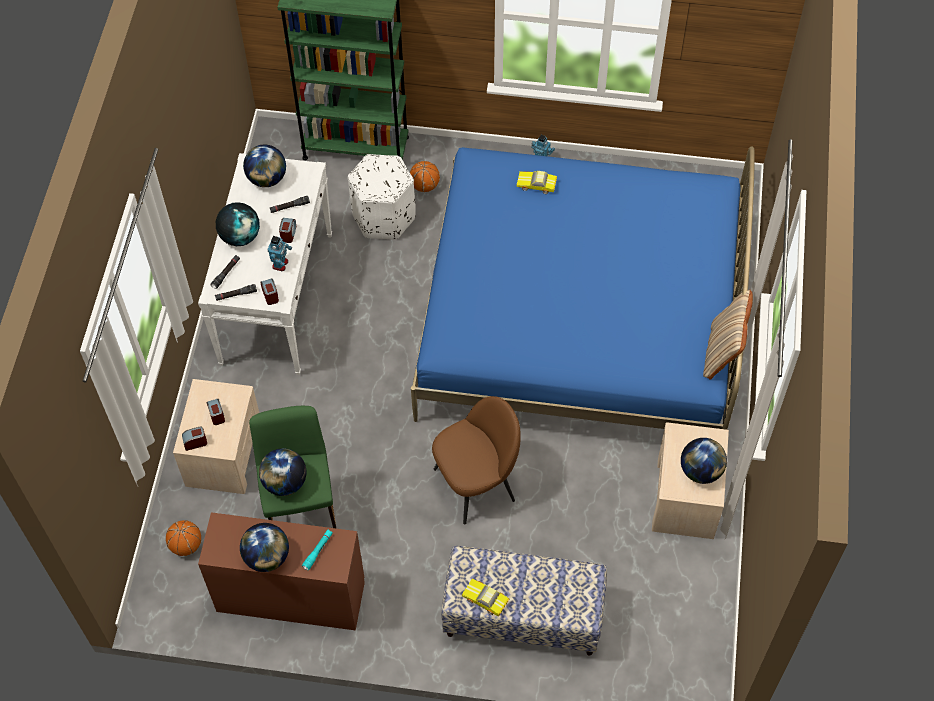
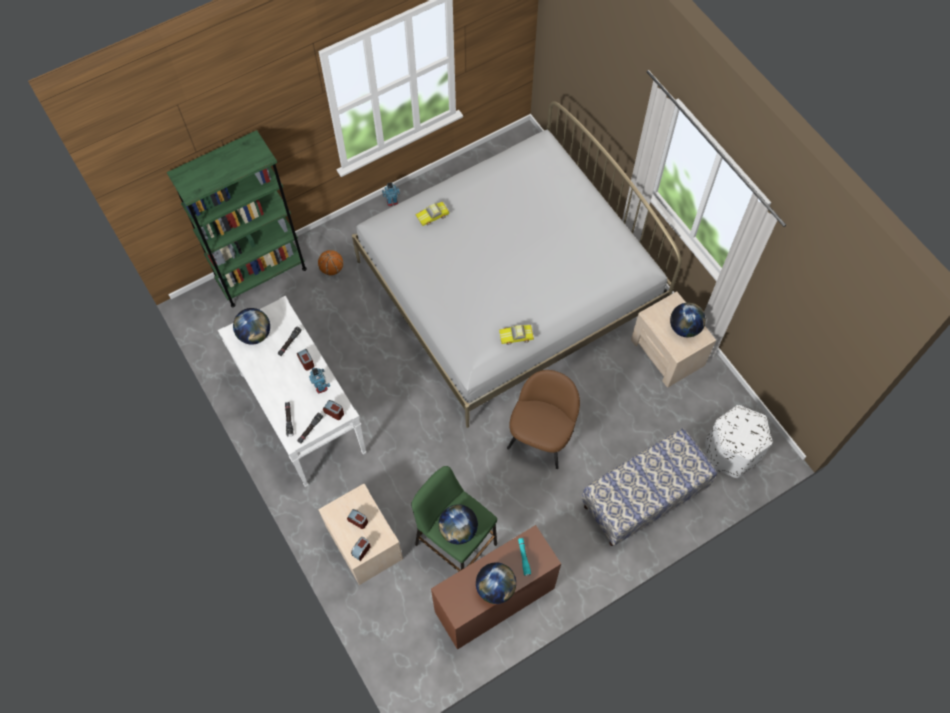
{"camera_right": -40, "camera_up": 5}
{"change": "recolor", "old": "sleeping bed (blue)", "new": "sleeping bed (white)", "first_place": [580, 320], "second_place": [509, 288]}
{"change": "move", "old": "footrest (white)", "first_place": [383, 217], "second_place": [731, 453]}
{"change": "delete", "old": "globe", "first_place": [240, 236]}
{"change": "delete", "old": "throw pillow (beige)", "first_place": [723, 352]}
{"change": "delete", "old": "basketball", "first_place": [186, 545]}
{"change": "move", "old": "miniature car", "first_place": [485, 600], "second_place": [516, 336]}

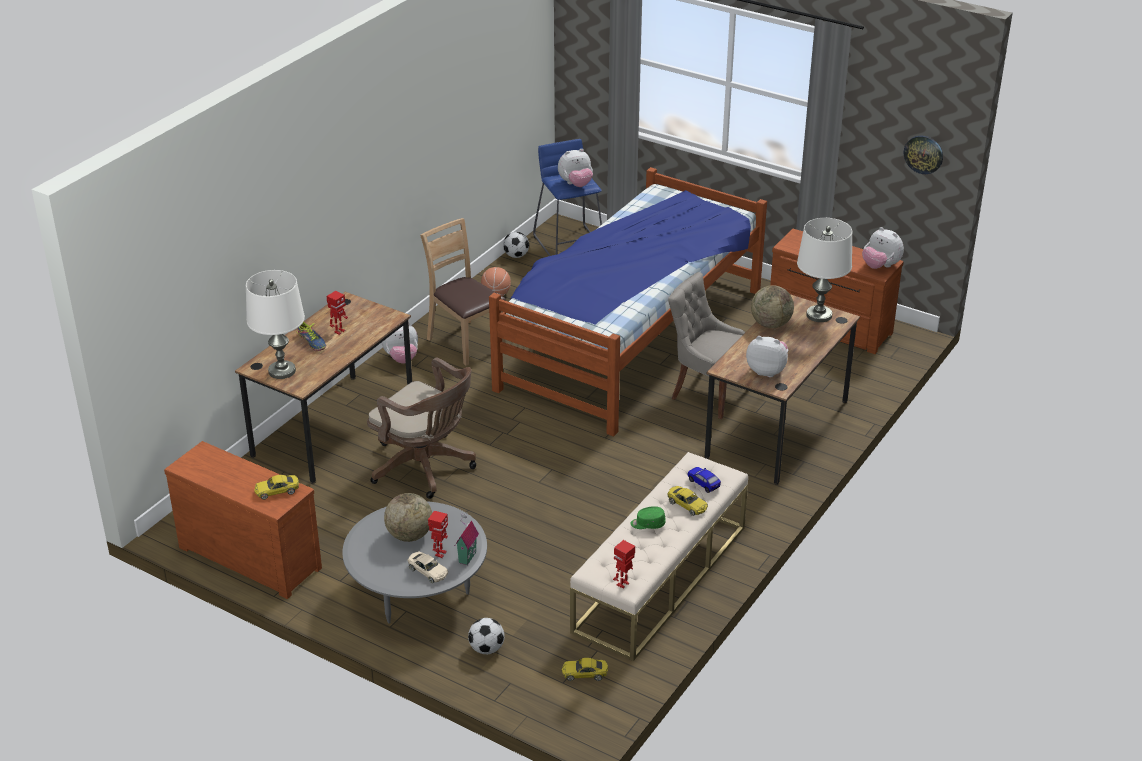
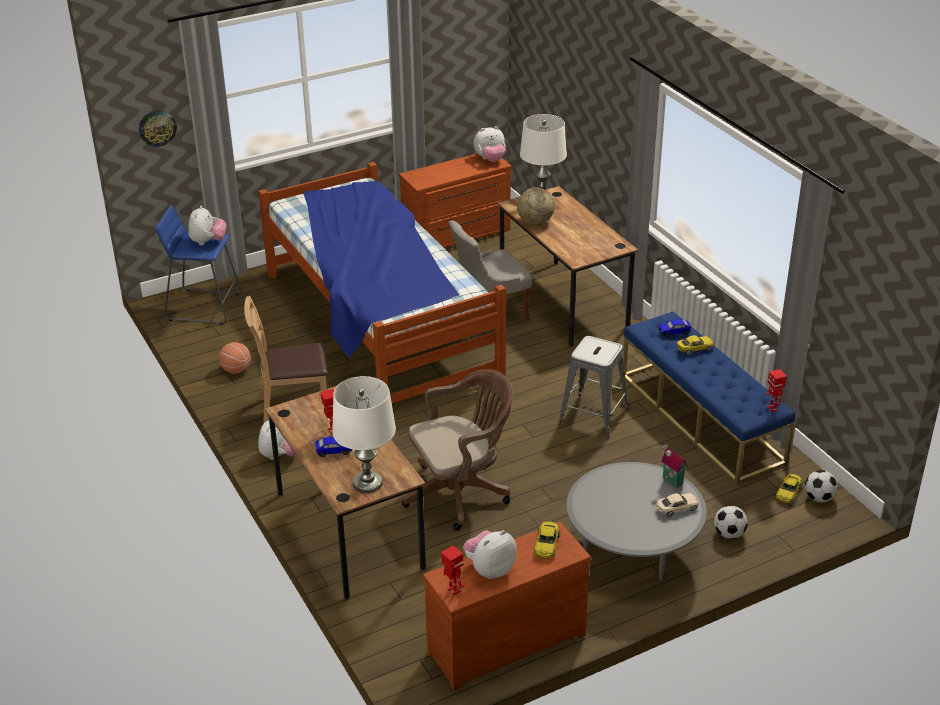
{"camera_right": -60, "camera_up": 0}
{"change": "move", "old": "hanging clock", "first_place": [923, 154], "second_place": [157, 128]}
{"change": "move", "old": "football", "first_place": [516, 256], "second_place": [819, 498]}
{"change": "replace", "old": "low shoe", "new": "miniature car", "first_place": [312, 341], "second_place": [334, 451]}
{"change": "move", "old": "plush toy", "first_place": [767, 371], "second_place": [490, 569]}
{"change": "recolor", "old": "long seat (beige)", "new": "long seat (blue)", "first_place": [660, 579], "second_place": [701, 418]}
{"change": "delete", "old": "globe", "first_place": [409, 535]}
{"change": "delete", "old": "peaked cap (greenish)", "first_place": [647, 524]}
{"change": "move", "old": "model robot", "first_place": [440, 553], "second_place": [453, 591]}
{"change": "insert", "new": "sitting stool (greyish)", "second_place": [593, 416]}

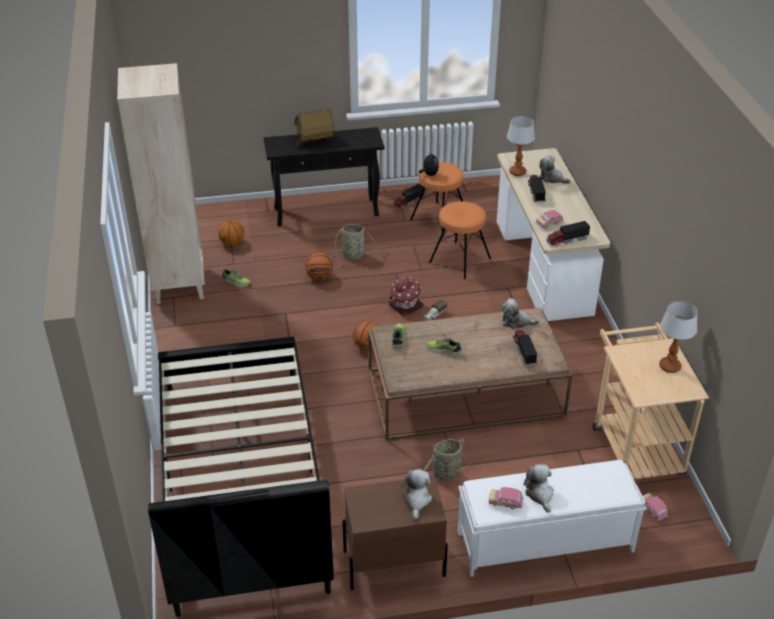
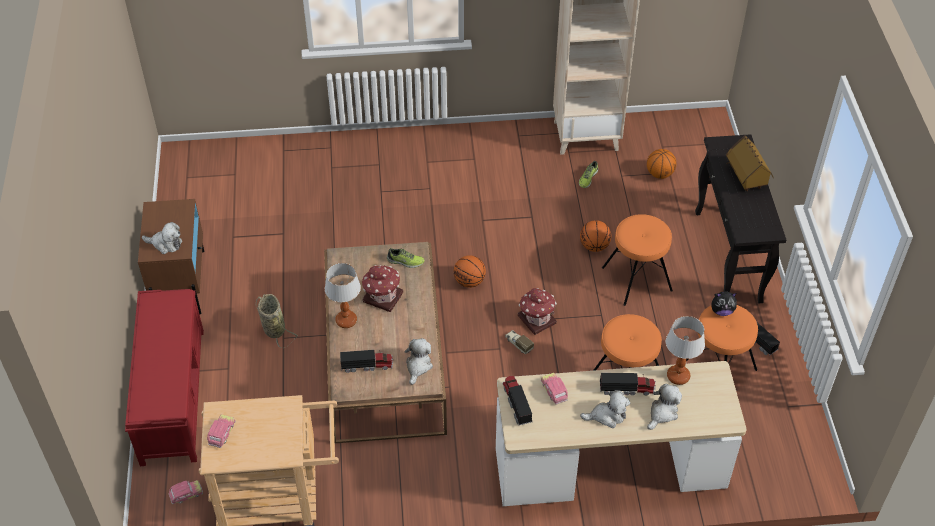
{"camera_right": 95, "camera_up": 10}
{"change": "replace", "old": "household basket", "new": "sitting stool (orangey)", "first_place": [355, 255], "second_place": [636, 279]}
{"change": "move", "old": "table lamp", "first_place": [669, 366], "second_place": [346, 320]}
{"change": "delete", "old": "sleeping bed (black)", "first_place": [241, 482]}
{"change": "replace", "old": "low shoe", "new": "miniature house", "first_place": [444, 349], "second_place": [382, 297]}
{"change": "recolor", "old": "long seat (white)", "new": "long seat (red)", "first_place": [543, 542], "second_place": [173, 394]}
{"change": "move", "old": "plush toy", "first_place": [539, 494], "second_place": [607, 416]}
{"change": "move", "old": "miniature car", "first_place": [505, 502], "second_place": [222, 434]}

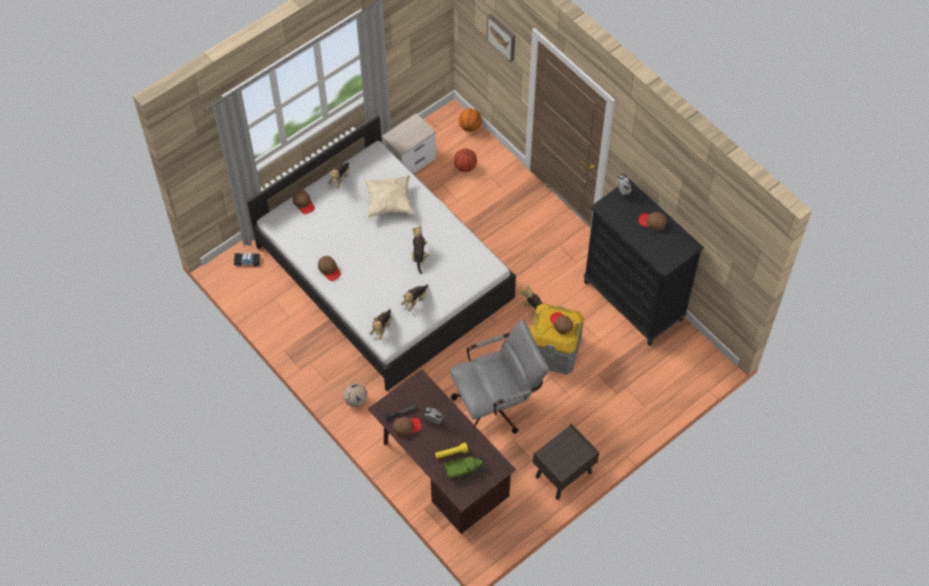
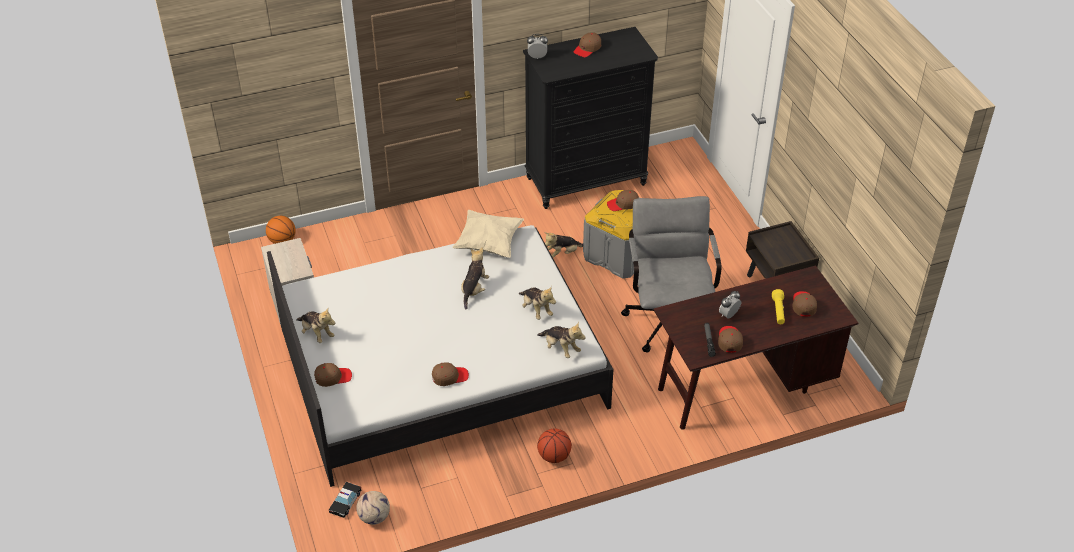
{"camera_right": -70, "camera_up": -15}
{"change": "delete", "old": "wall art", "first_place": [502, 36]}
{"change": "move", "old": "basketball", "first_place": [465, 167], "second_place": [554, 456]}
{"change": "move", "old": "throw pillow (beige)", "first_place": [389, 202], "second_place": [489, 243]}
{"change": "rotate", "old": "plush toy", "first_place": [419, 255], "second_place": [474, 290], "degrees": 90}
{"change": "move", "old": "football", "first_place": [356, 400], "second_place": [374, 517]}
{"change": "replace", "old": "model truck", "new": "peaked cap (brown-coloured)", "first_place": [465, 469], "second_place": [803, 305]}

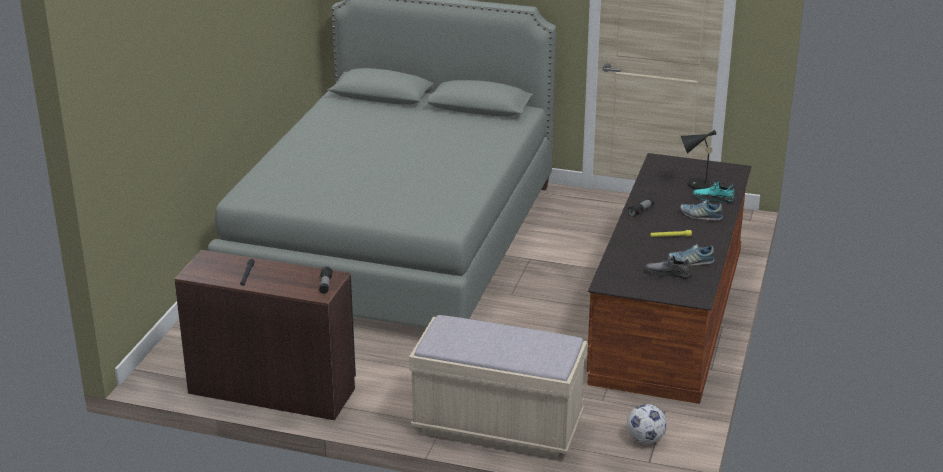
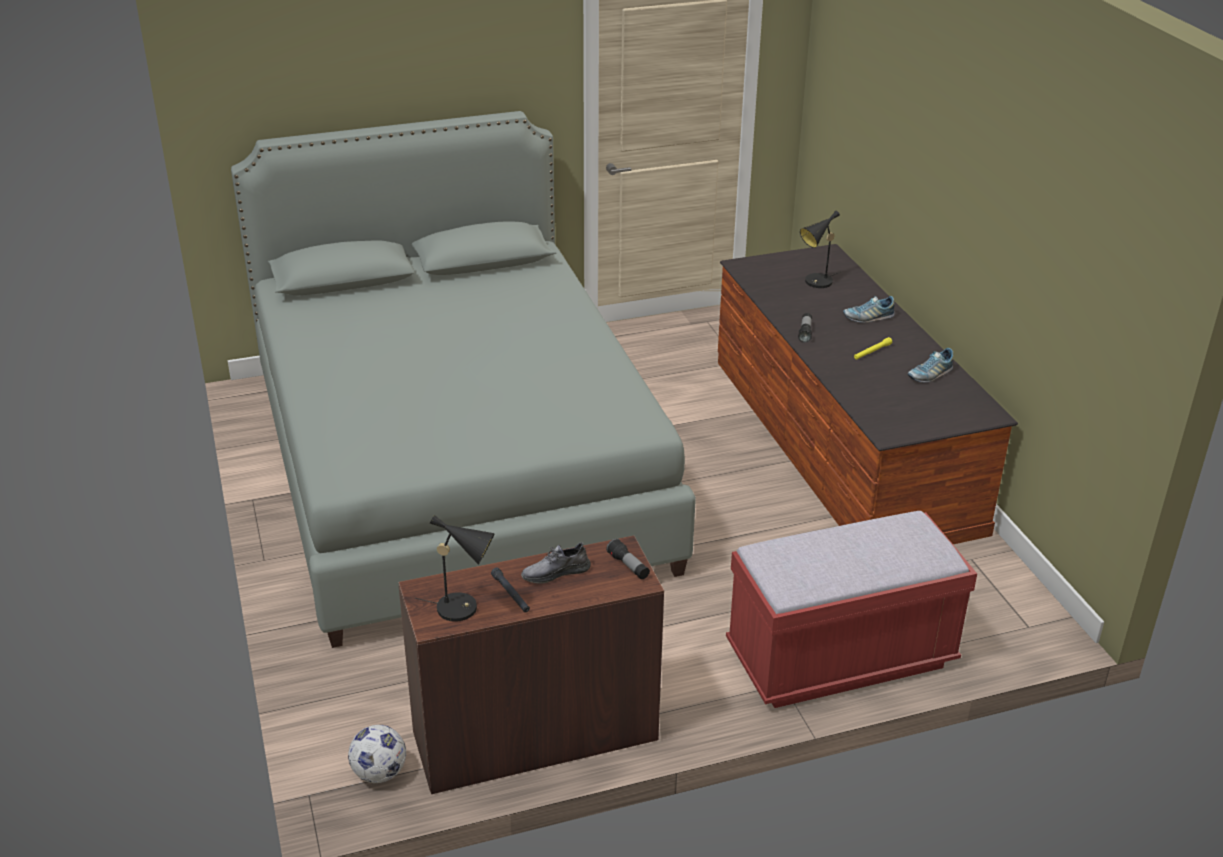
{"camera_right": -35, "camera_up": 5}
{"change": "delete", "old": "low shoe (turquoise)", "first_place": [714, 198]}
{"change": "move", "old": "low shoe (greyish)", "first_place": [668, 273], "second_place": [555, 572]}
{"change": "recolor", "old": "long seat (beige)", "new": "long seat (red)", "first_place": [497, 427], "second_place": [840, 658]}
{"change": "move", "old": "football", "first_place": [645, 439], "second_place": [379, 773]}
{"change": "insert", "new": "table lamp (black)", "second_place": [463, 608]}

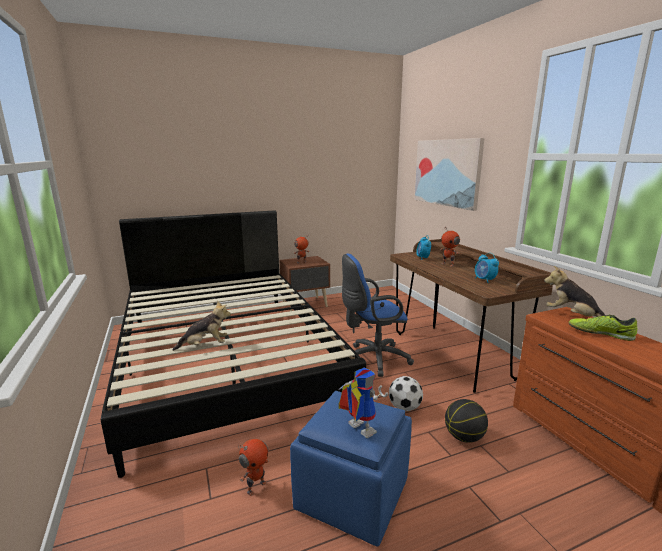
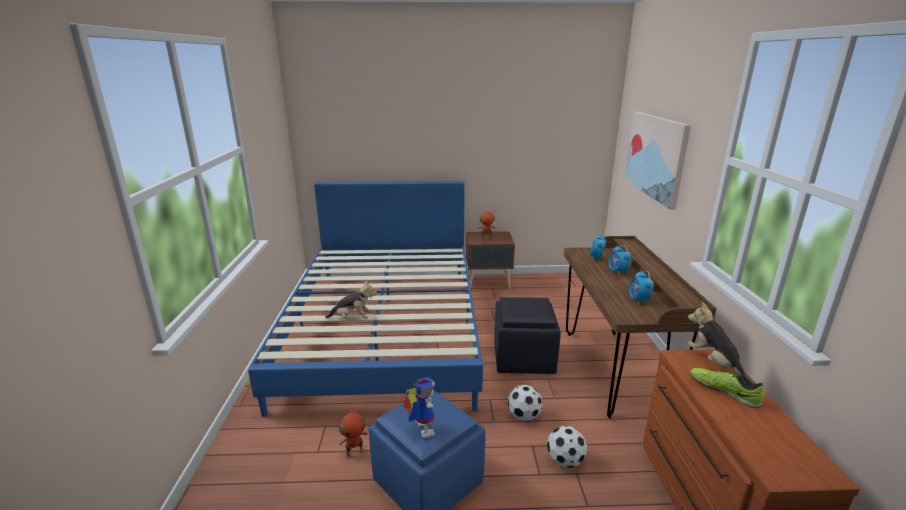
{"camera_right": 20, "camera_up": 5}
{"change": "recolor", "old": "sleeping bed (black)", "new": "sleeping bed (blue)", "first_place": [227, 358], "second_place": [386, 329]}
{"change": "replace", "old": "model robot", "new": "bedside clock", "first_place": [448, 264], "second_place": [617, 272]}
{"change": "replace", "old": "office chair (blue)", "new": "footrest (black)", "first_place": [372, 359], "second_place": [522, 358]}
{"change": "replace", "old": "basketball", "new": "football", "first_place": [463, 437], "second_place": [564, 460]}

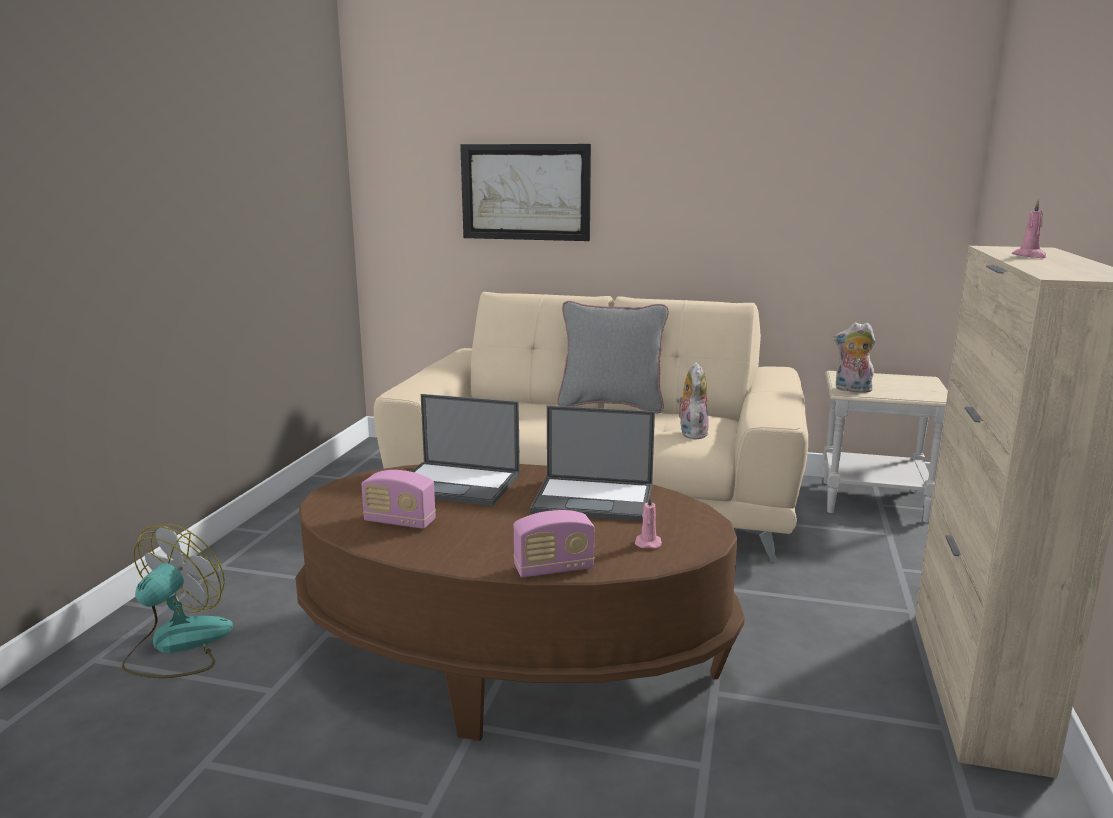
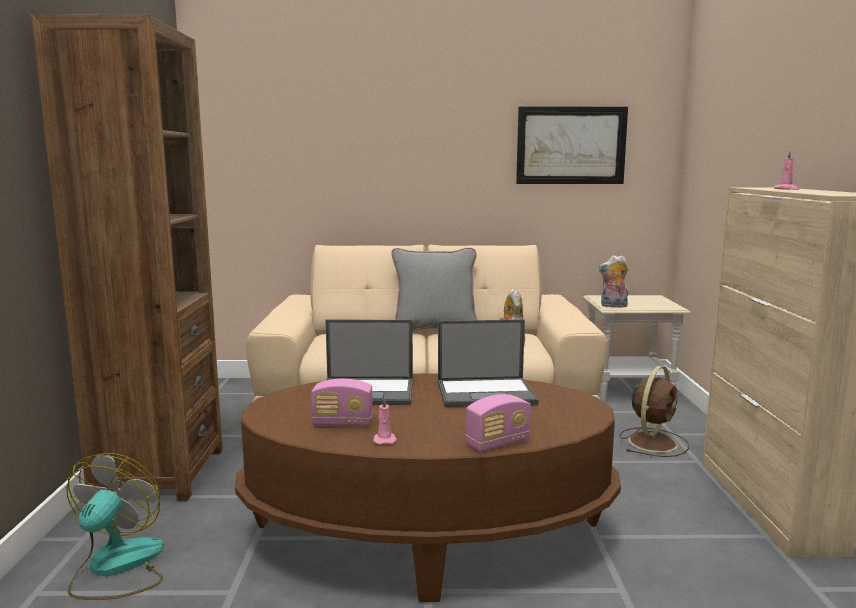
{"camera_right": -15, "camera_up": -5}
{"change": "move", "old": "wall art", "first_place": [525, 192], "second_place": [570, 145]}
{"change": "move", "old": "wax candle (pink)", "first_place": [648, 543], "second_place": [384, 440]}
{"change": "insert", "new": "shelving unit (brown-coloured)", "second_place": [159, 473]}
{"change": "insert", "new": "cooling fan (brown-coloured)", "second_place": [653, 442]}

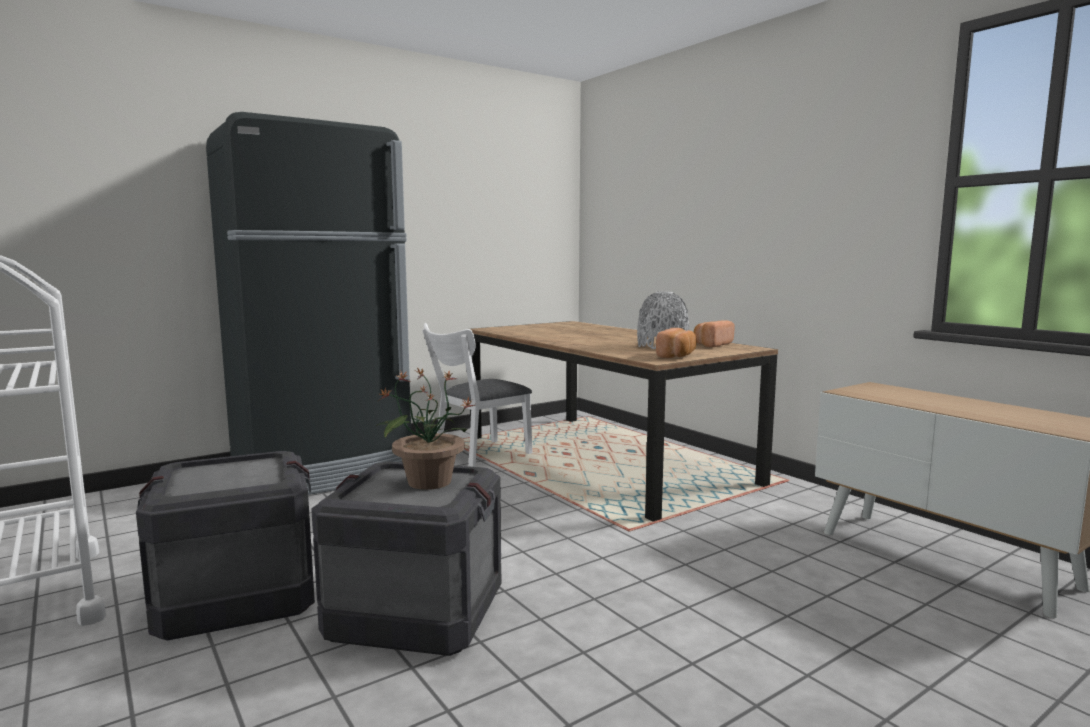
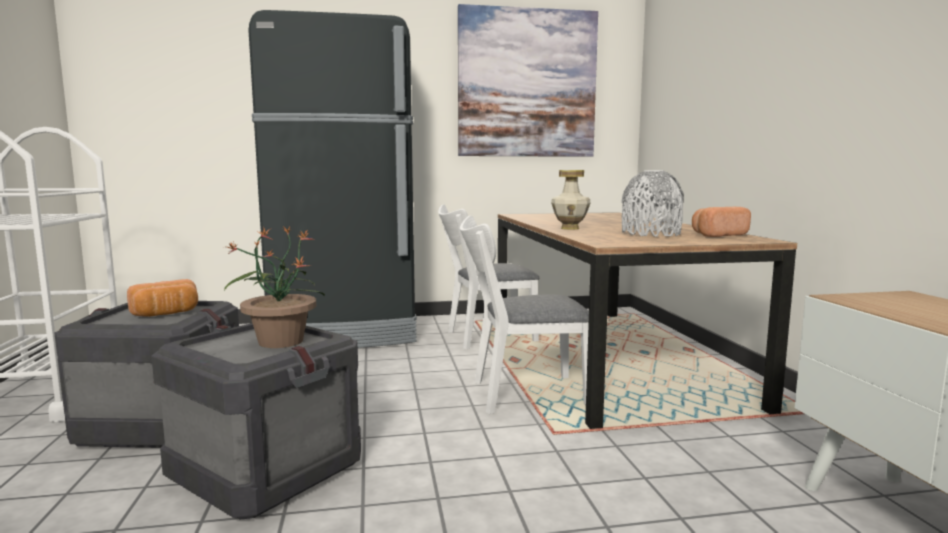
{"camera_right": 25, "camera_up": 0}
{"change": "move", "old": "bread", "first_place": [677, 356], "second_place": [166, 314]}
{"change": "insert", "new": "wall art", "second_place": [527, 84]}
{"change": "insert", "new": "decorative vase", "second_place": [569, 228]}
{"change": "insert", "new": "plain chair (white)", "second_place": [520, 394]}

